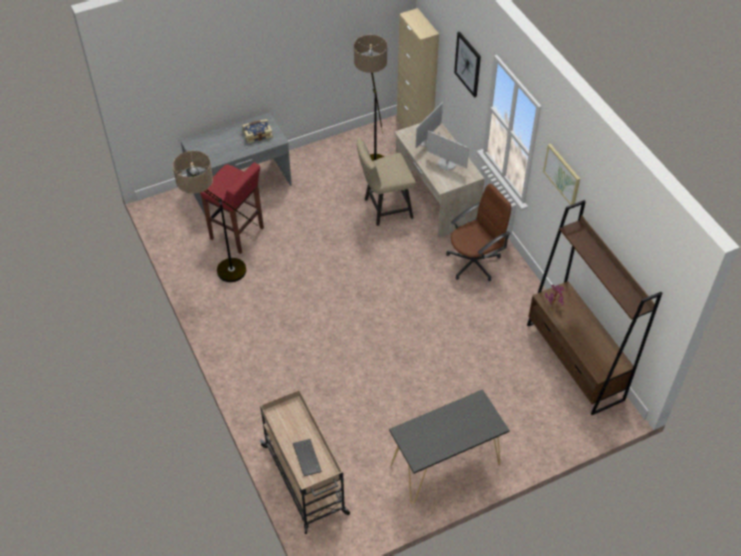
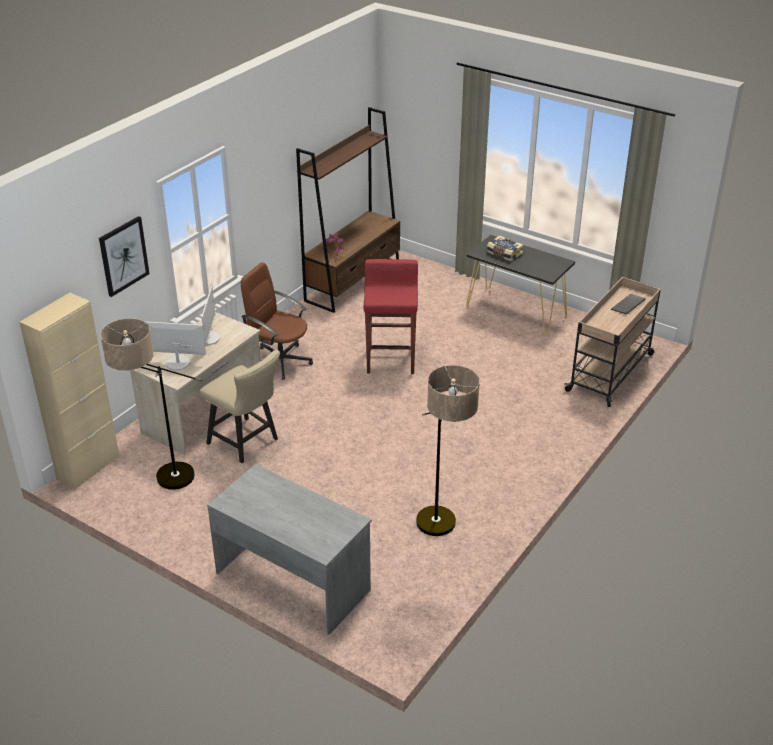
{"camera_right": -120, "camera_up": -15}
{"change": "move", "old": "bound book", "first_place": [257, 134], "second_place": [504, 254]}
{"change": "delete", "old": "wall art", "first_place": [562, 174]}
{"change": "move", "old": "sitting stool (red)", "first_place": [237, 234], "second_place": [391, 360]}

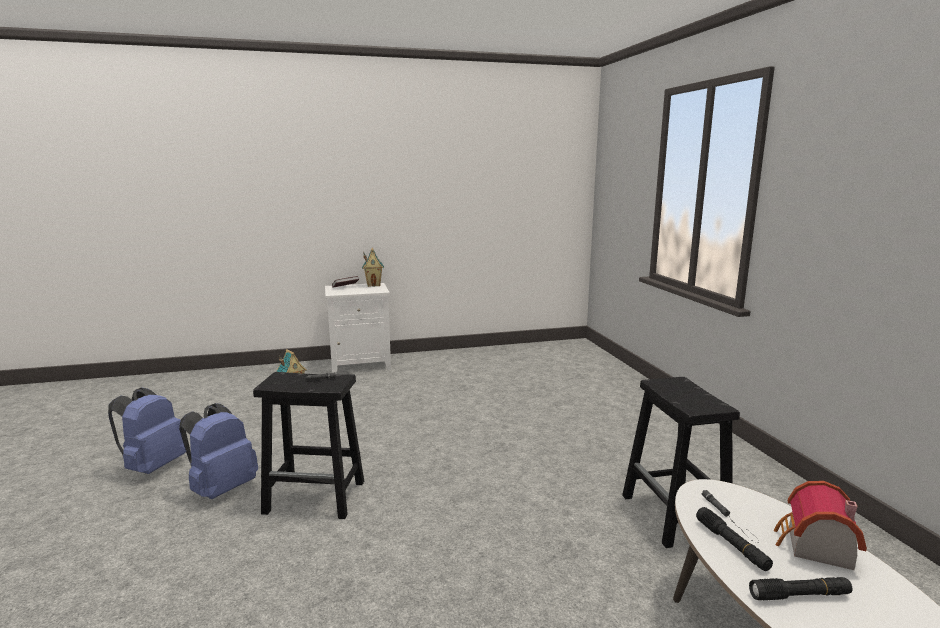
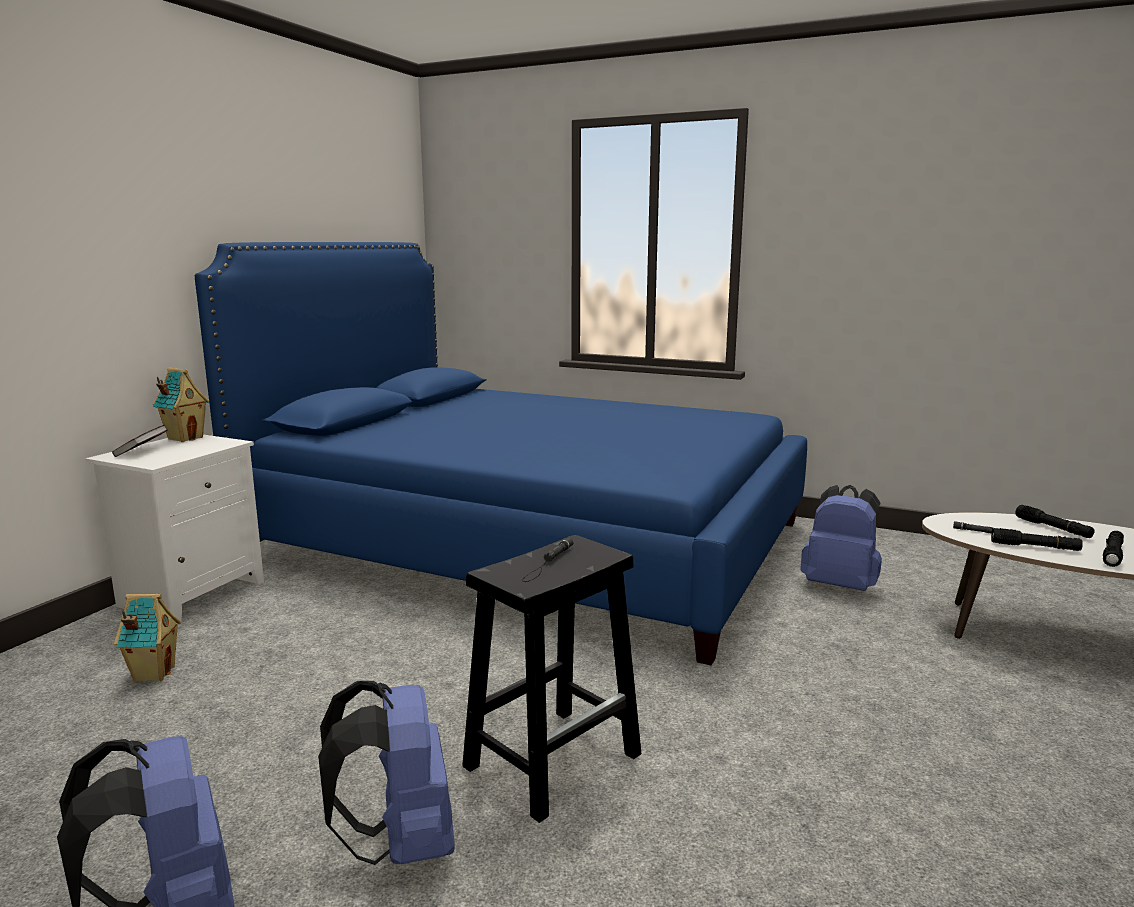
{"camera_right": -50, "camera_up": 0}
{"change": "replace", "old": "sitting stool (black)", "new": "knapsack (blue)", "first_place": [675, 517], "second_place": [840, 585]}
{"change": "replace", "old": "miniature house", "new": "flashlight (black)", "first_place": [814, 547], "second_place": [1053, 528]}
{"change": "insert", "new": "sleeping bed (blue)", "second_place": [529, 540]}

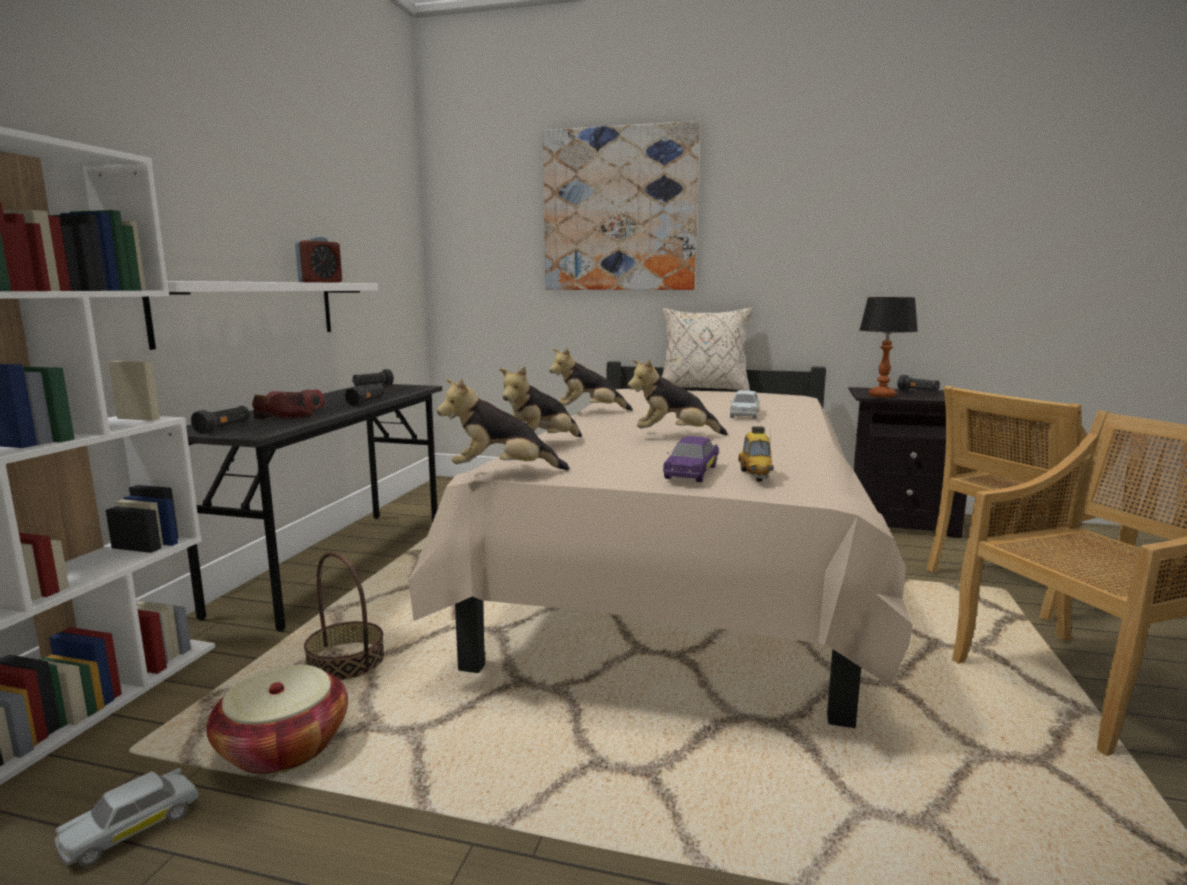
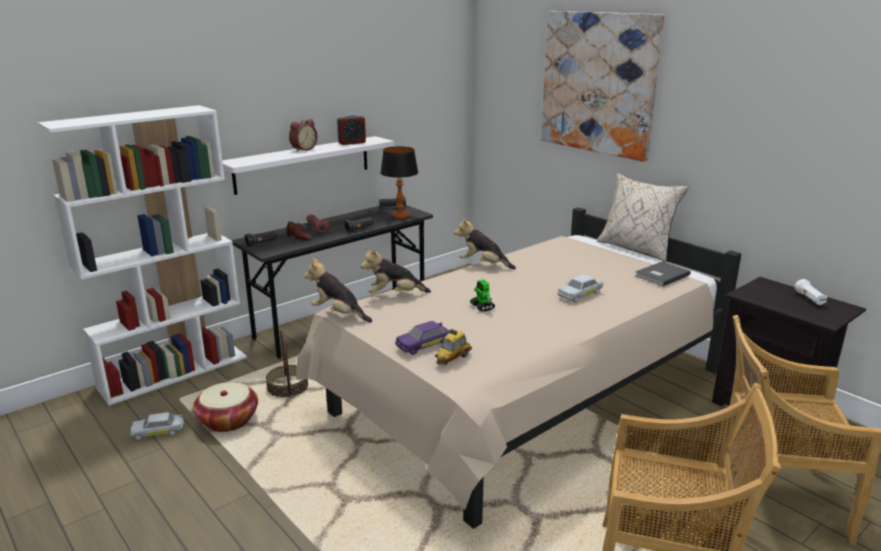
{"camera_right": 35, "camera_up": 10}
{"change": "move", "old": "table lamp", "first_place": [882, 395], "second_place": [400, 217]}
{"change": "replace", "old": "plush toy", "new": "model robot", "first_place": [674, 436], "second_place": [482, 307]}
{"change": "recolor", "old": "flashlight (black)", "new": "flashlight (white)", "first_place": [918, 392], "second_place": [809, 299]}
{"change": "insert", "new": "bedside clock", "second_place": [303, 149]}
{"change": "insert", "new": "bound book (greyish)", "second_place": [660, 275]}

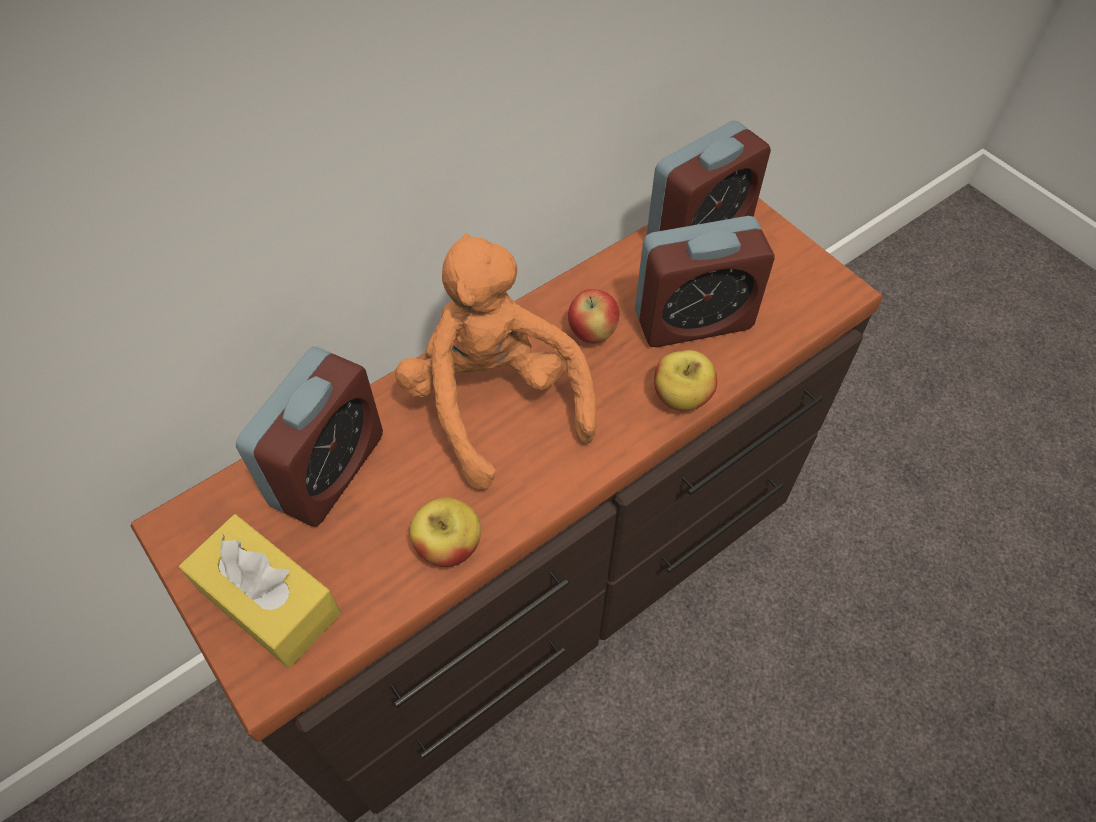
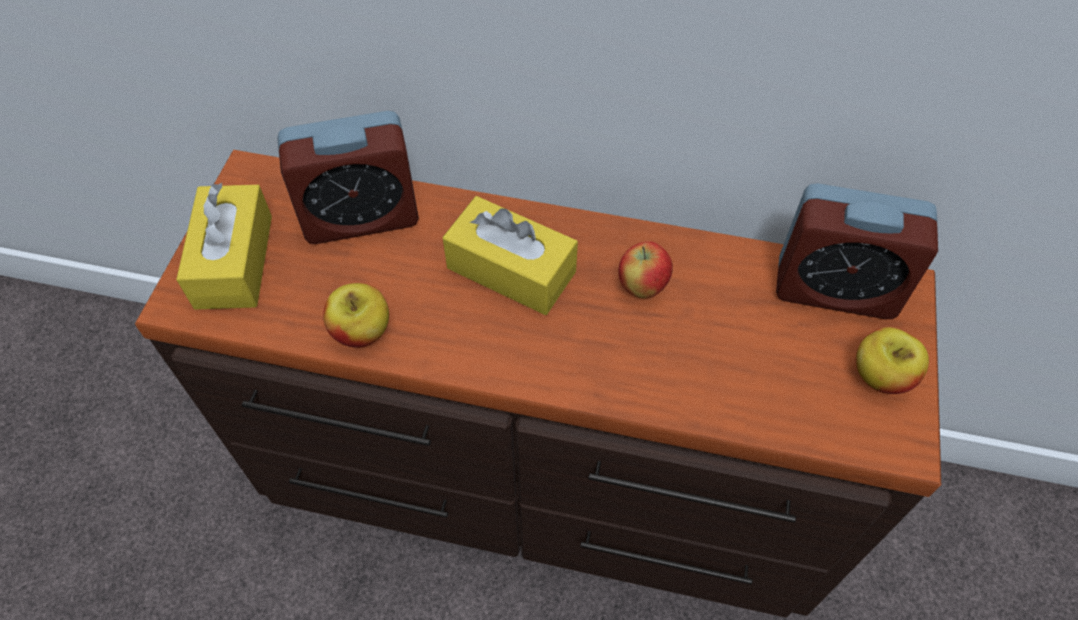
{"camera_right": 50, "camera_up": 0}
{"change": "delete", "old": "bedside clock", "first_place": [693, 320]}
{"change": "replace", "old": "plush toy (orangey)", "new": "tissue holder (yellow-coloured)", "first_place": [494, 402], "second_place": [511, 270]}
{"change": "move", "old": "whole apple", "first_place": [681, 396], "second_place": [880, 376]}

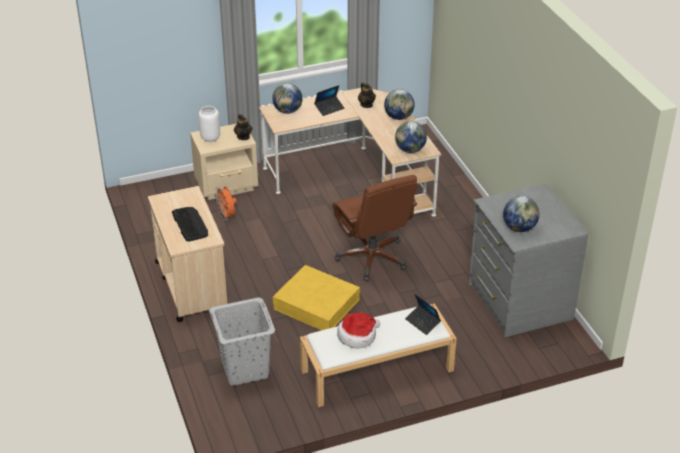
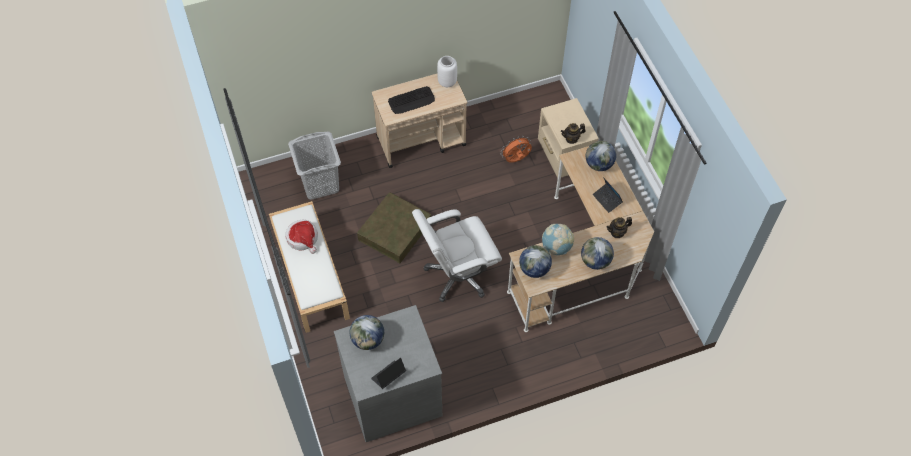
{"camera_right": 90, "camera_up": 20}
{"change": "move", "old": "decorative vase (white)", "first_place": [210, 138], "second_place": [447, 81]}
{"change": "recolor", "old": "office chair (brown-coloured)", "new": "office chair (white)", "first_place": [372, 258], "second_place": [458, 275]}
{"change": "recolor", "old": "storage container (yellow-coloured)", "new": "storage container (brown-coloured)", "first_place": [316, 304], "second_place": [394, 231]}
{"change": "move", "old": "portable computer", "first_place": [422, 322], "second_place": [388, 376]}
{"change": "insert", "new": "globe", "second_place": [556, 247]}

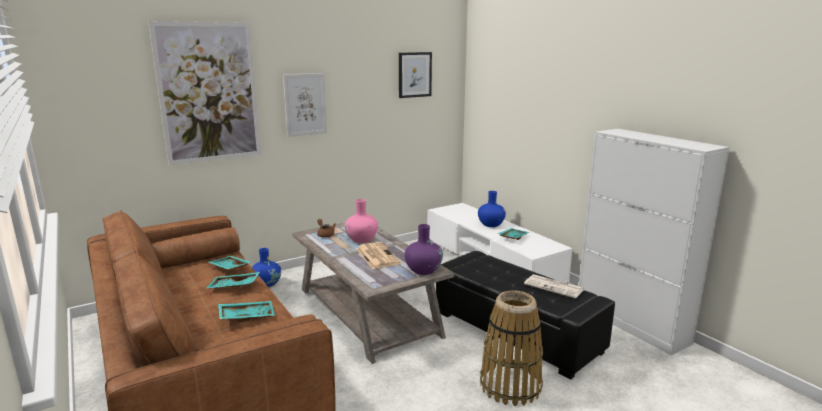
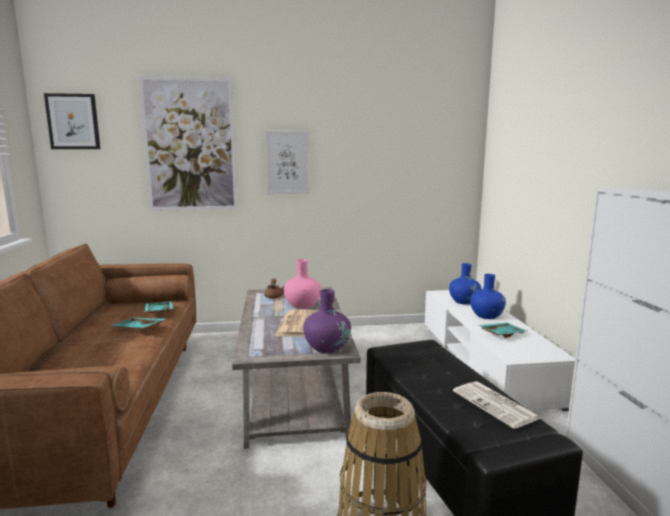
{"camera_right": 25, "camera_up": -5}
{"change": "move", "old": "wall art", "first_place": [414, 74], "second_place": [73, 121]}
{"change": "move", "old": "decorative vase (blue)", "first_place": [266, 284], "second_place": [464, 301]}
{"change": "delete", "old": "serving tray (turquoise)", "first_place": [247, 316]}

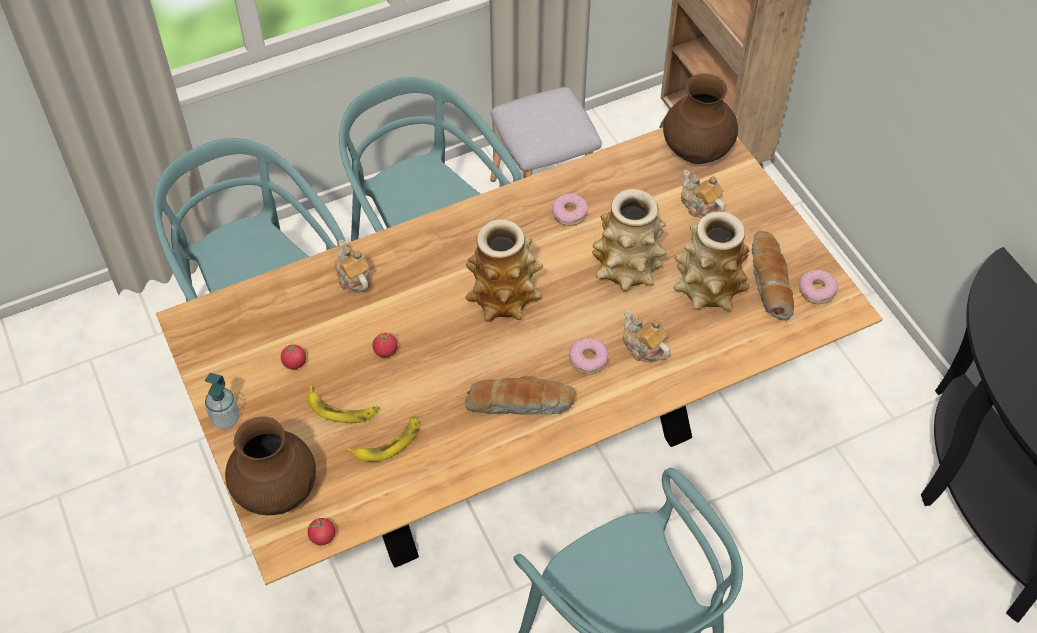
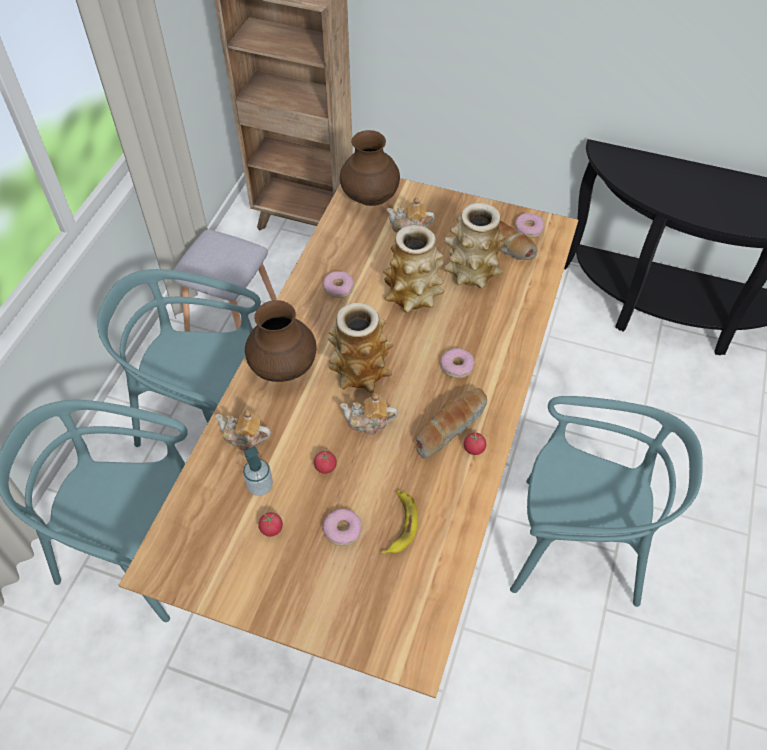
{"camera_right": -45, "camera_up": 0}
{"change": "move", "old": "tea pot", "first_place": [643, 348], "second_place": [368, 422]}
{"change": "move", "old": "liquid soap bottle", "first_place": [226, 419], "second_place": [260, 486]}
{"change": "replace", "old": "whole banana", "new": "donut", "first_place": [342, 408], "second_place": [342, 530]}
{"change": "move", "old": "decorative vase (brown-coloured)", "first_place": [277, 491], "second_place": [284, 368]}
{"change": "move", "old": "tomato", "first_place": [322, 536], "second_place": [474, 448]}

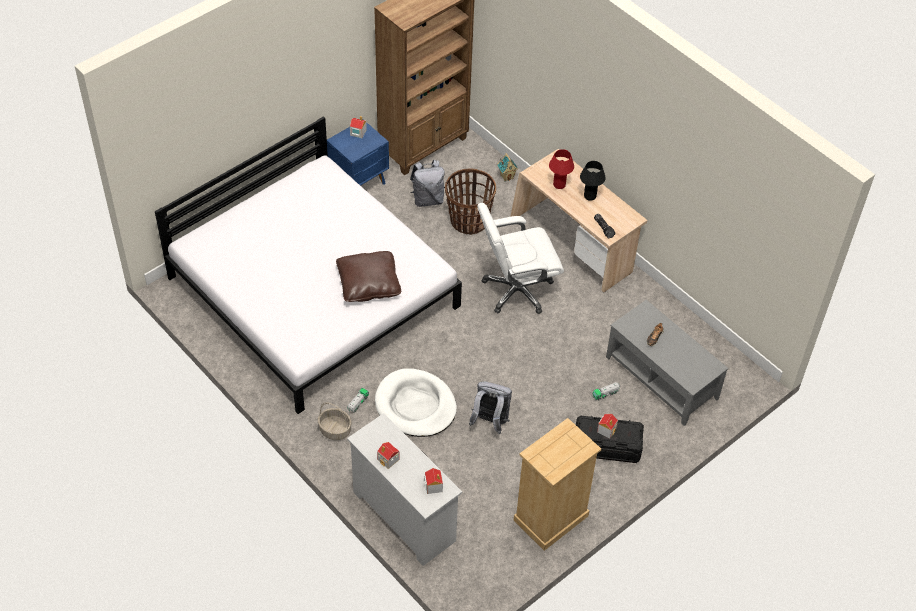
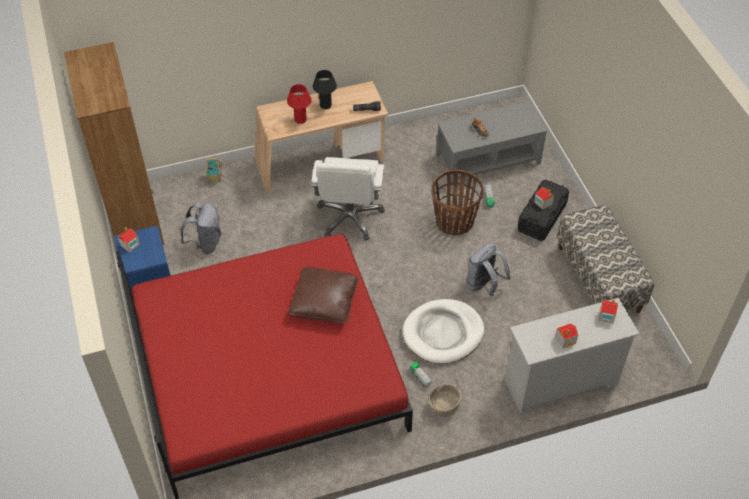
{"camera_right": -65, "camera_up": 0}
{"change": "recolor", "old": "sleeping bed (white)", "new": "sleeping bed (red)", "first_place": [313, 291], "second_place": [267, 370]}
{"change": "move", "old": "household basket", "first_place": [468, 221], "second_place": [454, 222]}
{"change": "replace", "old": "dresser (beige)", "new": "long seat", "first_place": [550, 518], "second_place": [599, 279]}

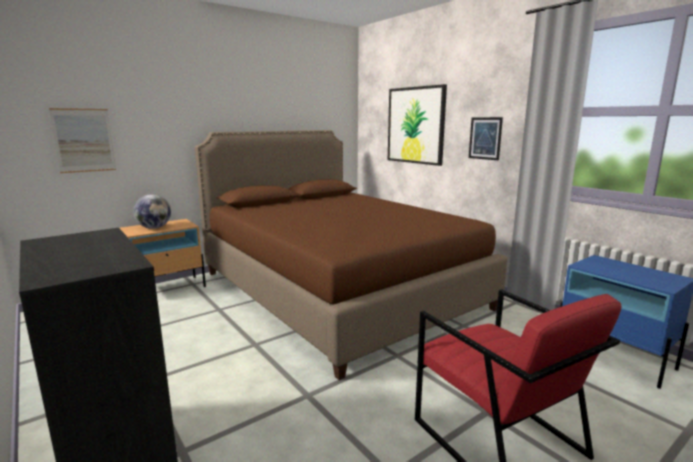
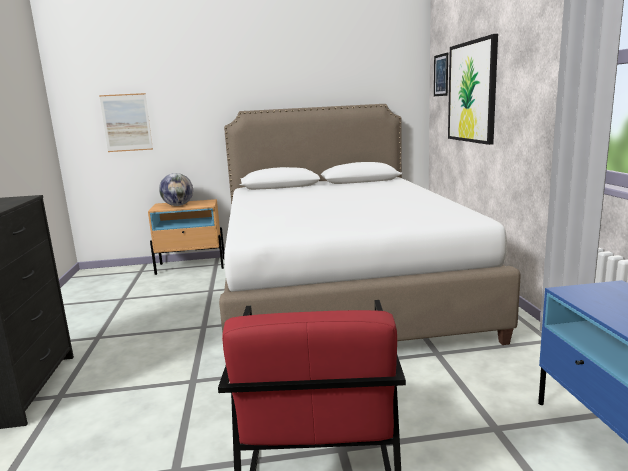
{"camera_right": 30, "camera_up": 0}
{"change": "move", "old": "wall art", "first_place": [485, 138], "second_place": [441, 75]}
{"change": "recolor", "old": "sleeping bed (brown-coloured)", "new": "sleeping bed (white)", "first_place": [338, 290], "second_place": [340, 289]}

